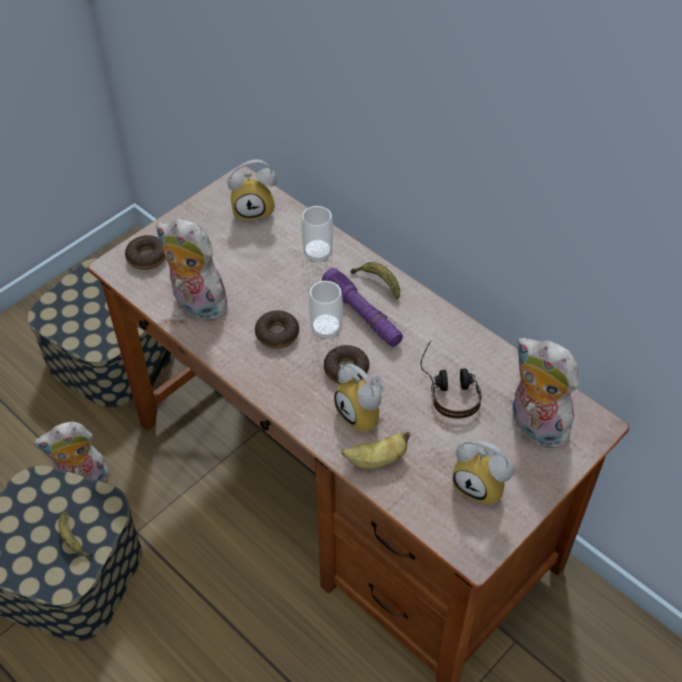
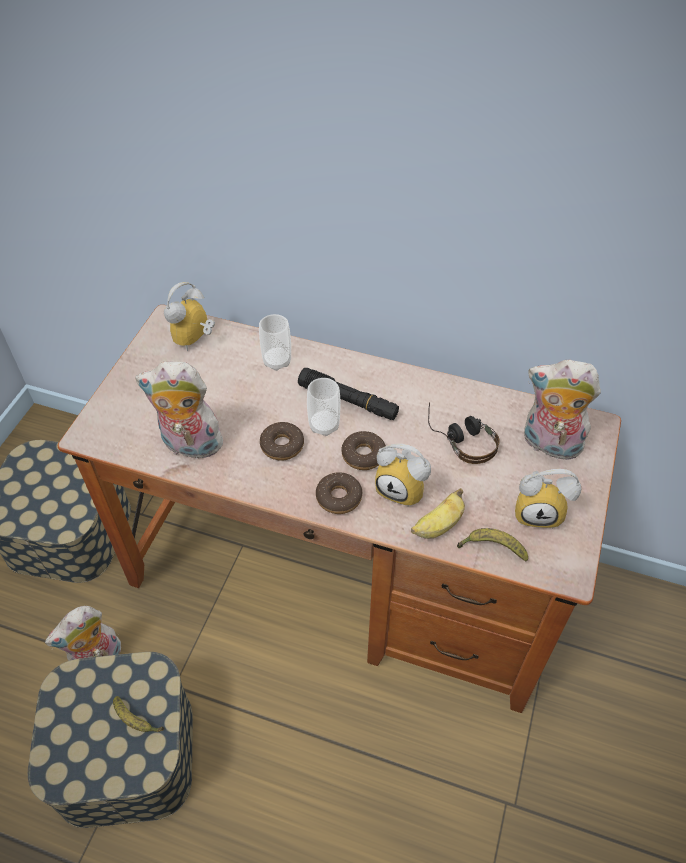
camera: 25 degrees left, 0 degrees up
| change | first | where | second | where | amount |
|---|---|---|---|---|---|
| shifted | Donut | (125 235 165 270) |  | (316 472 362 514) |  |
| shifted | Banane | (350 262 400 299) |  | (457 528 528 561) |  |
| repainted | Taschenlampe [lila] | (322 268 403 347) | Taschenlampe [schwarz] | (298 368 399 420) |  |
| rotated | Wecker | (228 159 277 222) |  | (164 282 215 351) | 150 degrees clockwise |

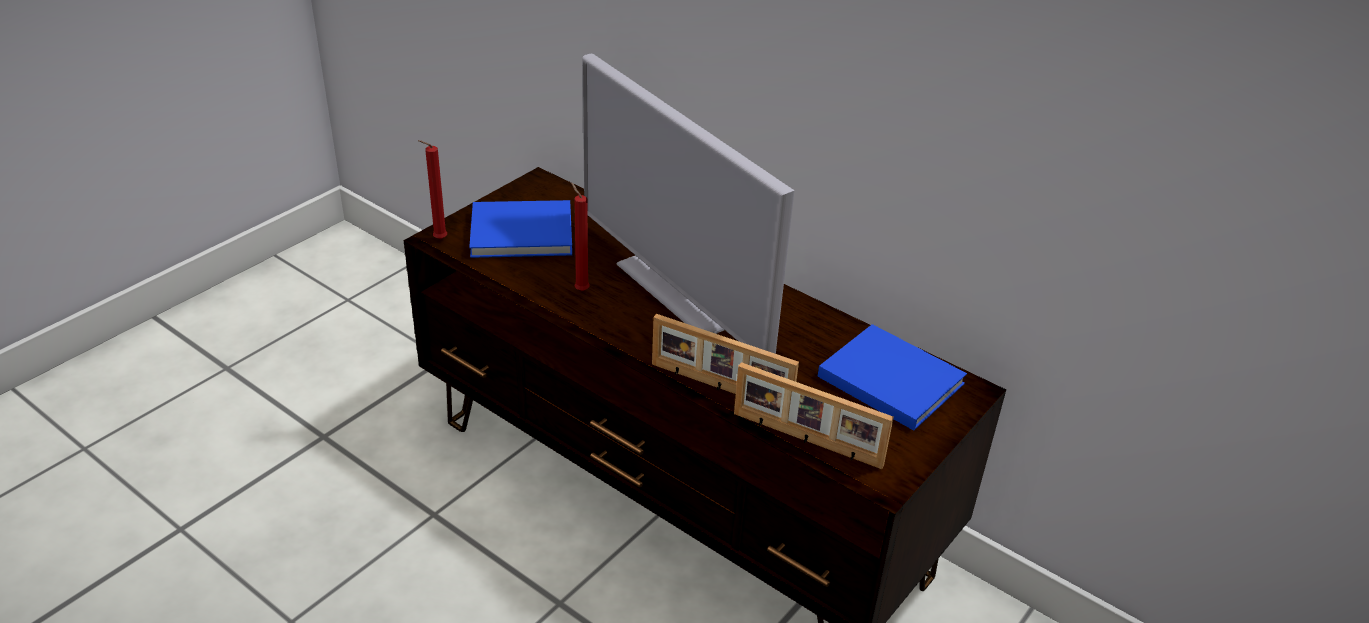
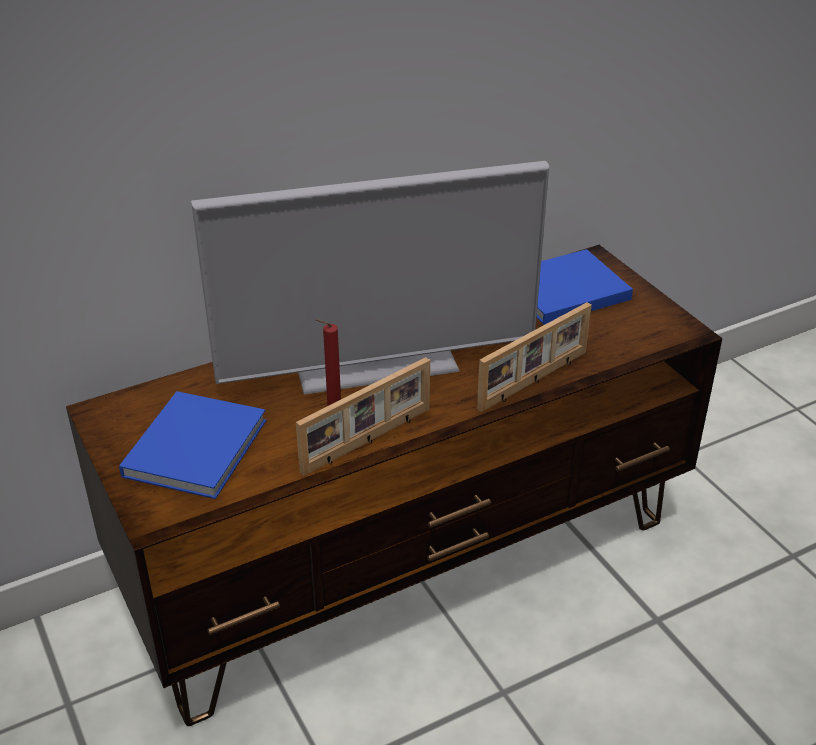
camera: 65 degrees left, 0 degrees up
| change | first | where | second | where | amount |
|---|---|---|---|---|---|
| gone | Kerze [rot] | (418 140 447 239) |  |  |  |
| shifted | Bilderrahmen | (734 362 894 469) |  | (296 357 430 476) |  |

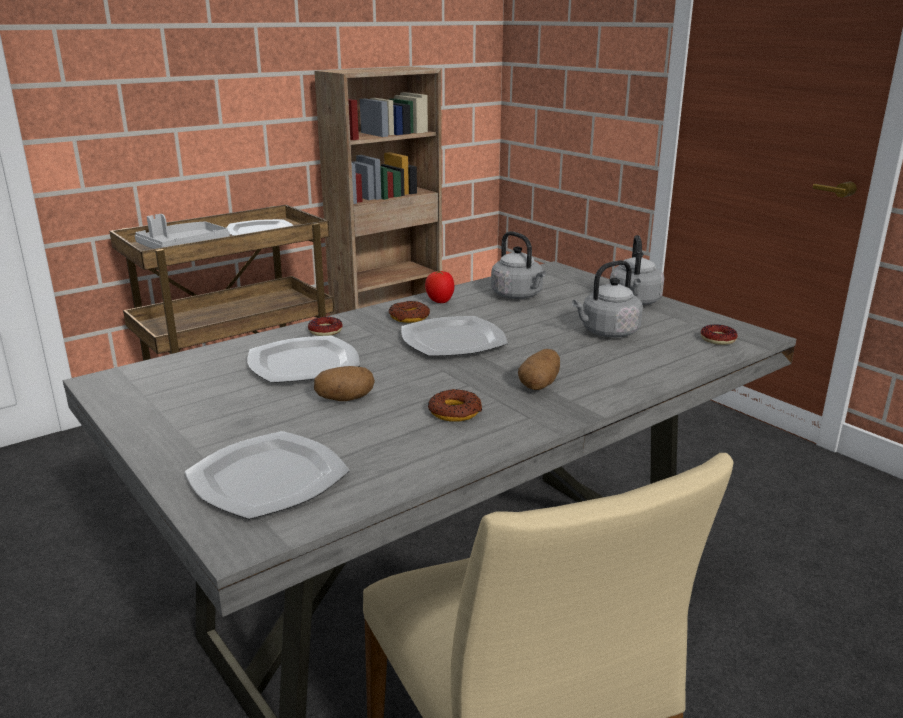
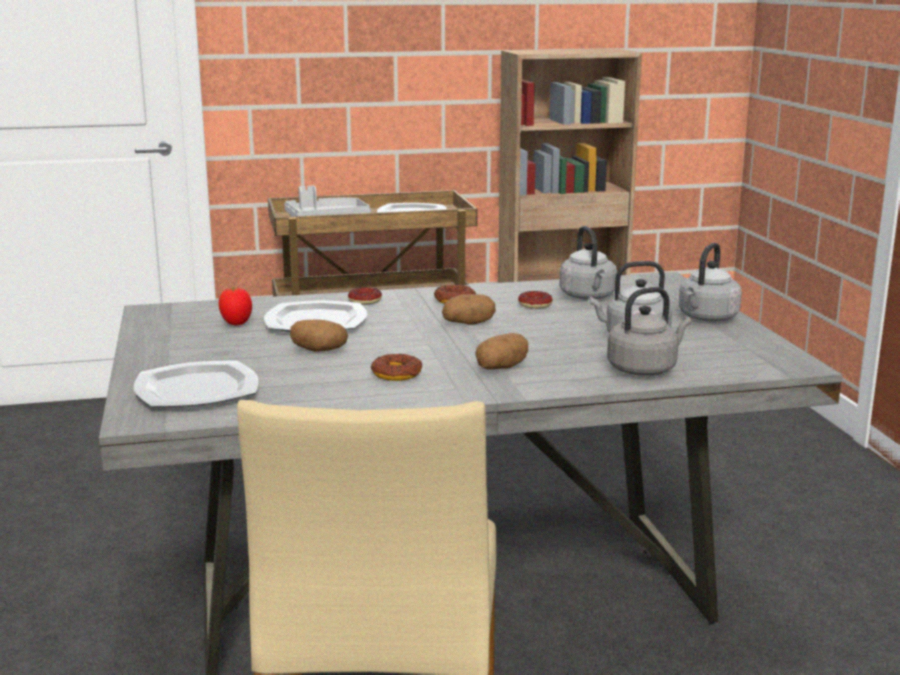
camera: 25 degrees right, 5 degrees down
| change | first | where | second | where | amount |
|---|---|---|---|---|---|
| new |  |  | Wasserkessel [grau] | (607 287 692 376) |  |
| shifted | Tomate | (425 270 454 303) |  | (219 287 252 325) |  |
| shifted | Donut | (701 324 737 345) |  | (518 291 552 309) |  |
| swapped | Teller | (401 316 508 356) | Kartoffel | (442 294 496 325) |  |

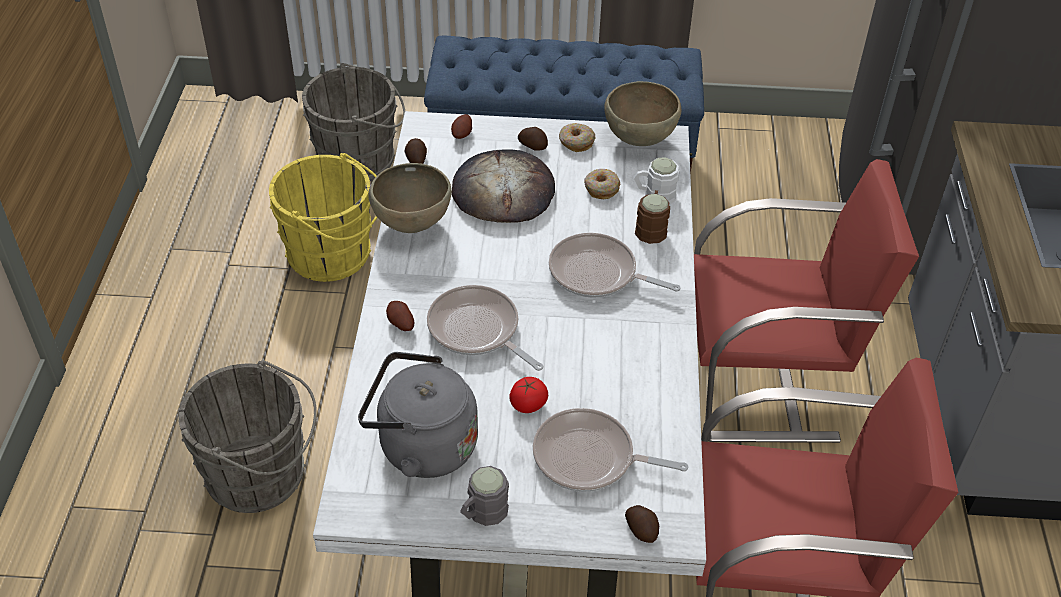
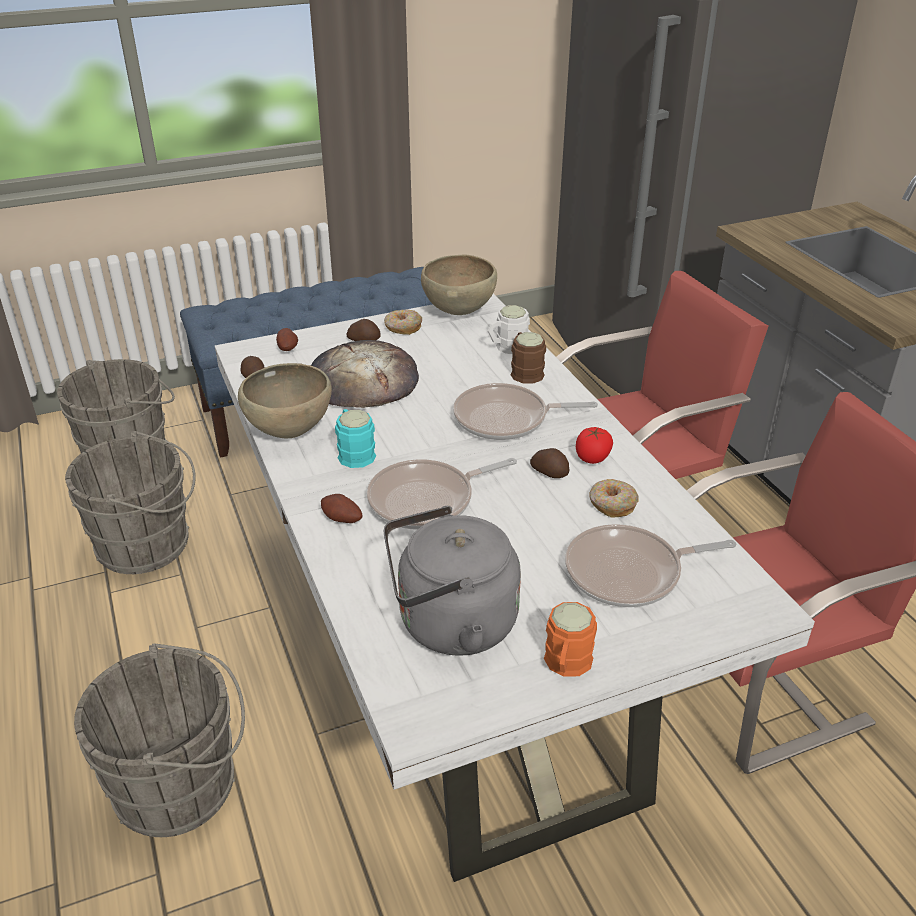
camera: 25 degrees left, 10 degrees down
| change | first | where | second | where | amount |
|---|---|---|---|---|---|
| new |  |  | Henkelbecher [türkis] | (335 409 376 468) |  |
| shifted | Tomate | (509 377 548 413) |  | (576 427 613 464) |  |
| shifted | Donut | (584 169 620 199) |  | (590 479 639 518) |  |
| shifted | Kartoffel | (625 505 659 543) |  | (530 448 570 478) |  |
| repainted | Eimer [gelb] | (269 153 377 282) | Eimer [grau] | (65 431 196 574) |  |
| repainted | Henkelbecher [grau] | (460 466 509 526) | Henkelbecher [orange] | (544 602 597 677) |  |
| rotated | Pfanne | (427 285 543 371) |  | (367 458 517 530) | 45 degrees counterclockwise |

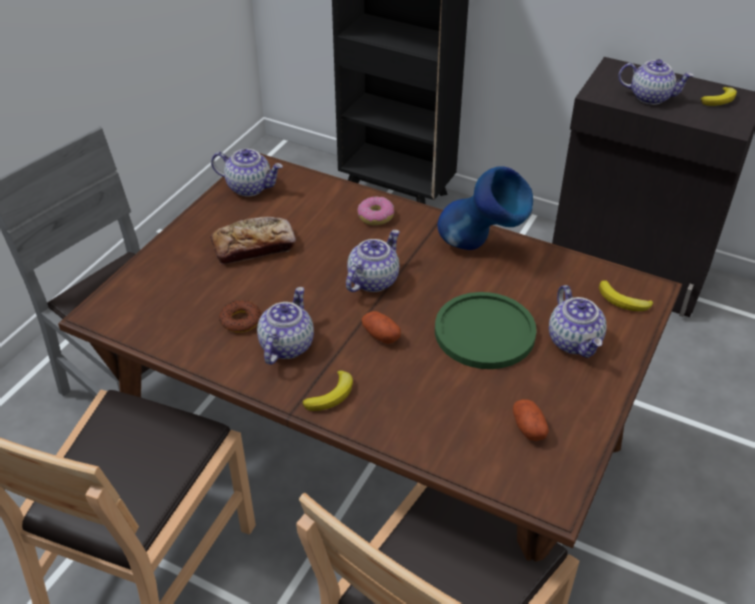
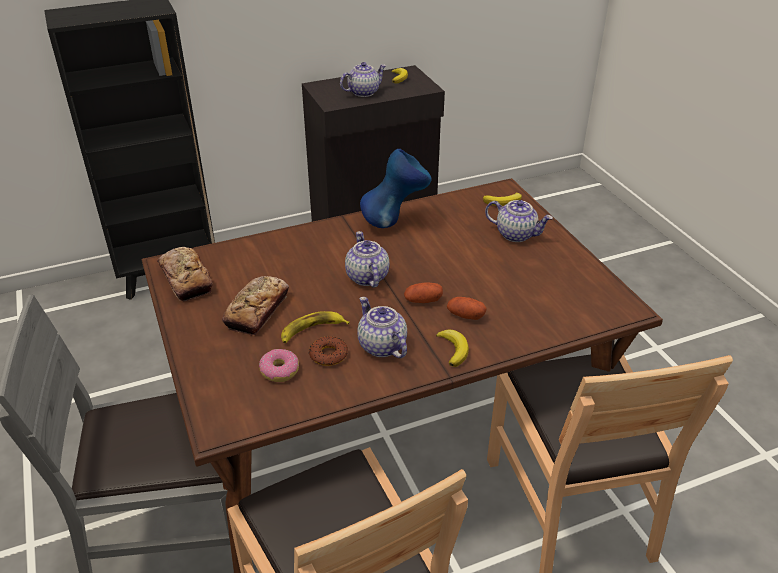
camera: 50 degrees left, 5 degrees down
| change | first | where | second | where | amount |
|---|---|---|---|---|---|
| gone | Teller [grün] | (435 292 537 369) |  |  |  |
| new |  |  | Banane | (281 311 350 343) |  |
| shifted | Donut | (357 196 394 225) |  | (259 349 299 382) |  |
| shifted | Kartoffel | (513 399 549 441) |  | (447 297 487 320) |  |
| swapped | Teekanne | (211 149 283 197) | Brot | (157 247 213 301) |  |

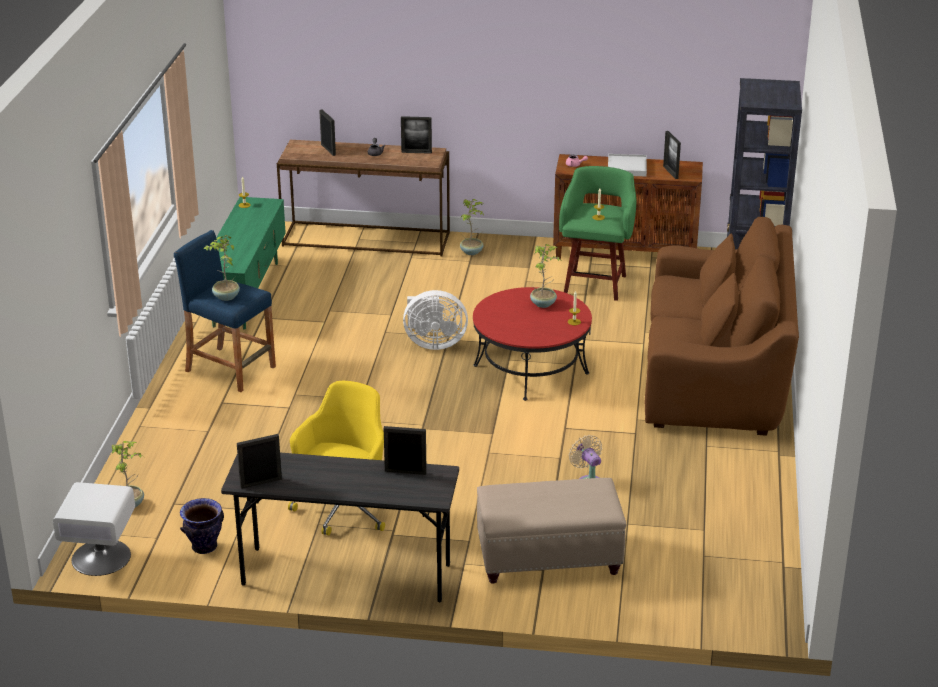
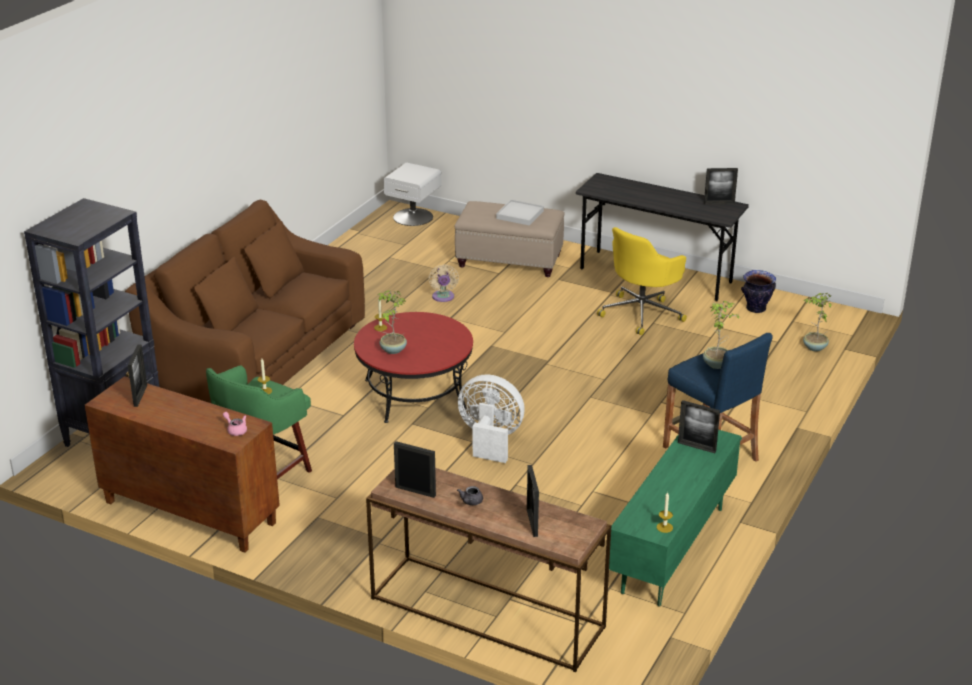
camera: 160 degrees left, 0 degrees up
| change | first | where | second | where | amount |
|---|---|---|---|---|---|
| gone | Topfpflanze | (460 199 484 255) |  |  |  |
| shifted | Nachttisch [weiß] | (53 482 135 576) |  | (383 163 442 226) |  |
| shifted | Bilderrahmen | (384 426 427 475) |  | (678 400 720 453) |  |
| shifted | Tablett [weiß] | (608 154 647 176) |  | (496 200 544 226) |  |

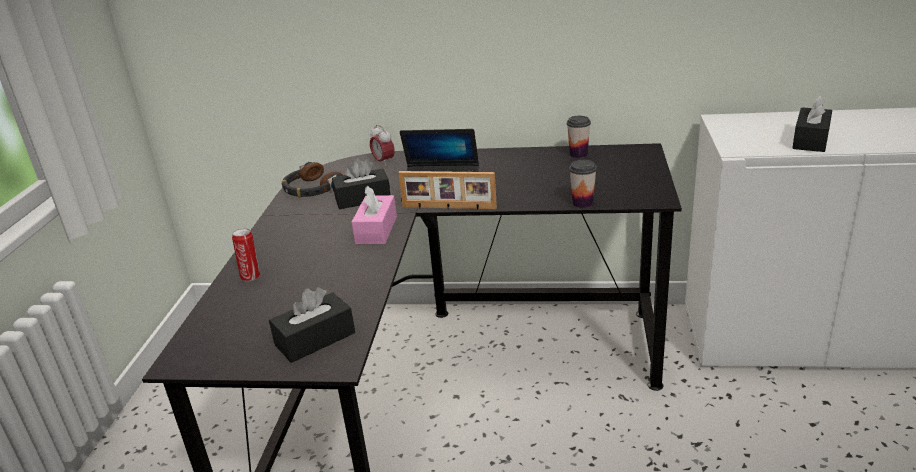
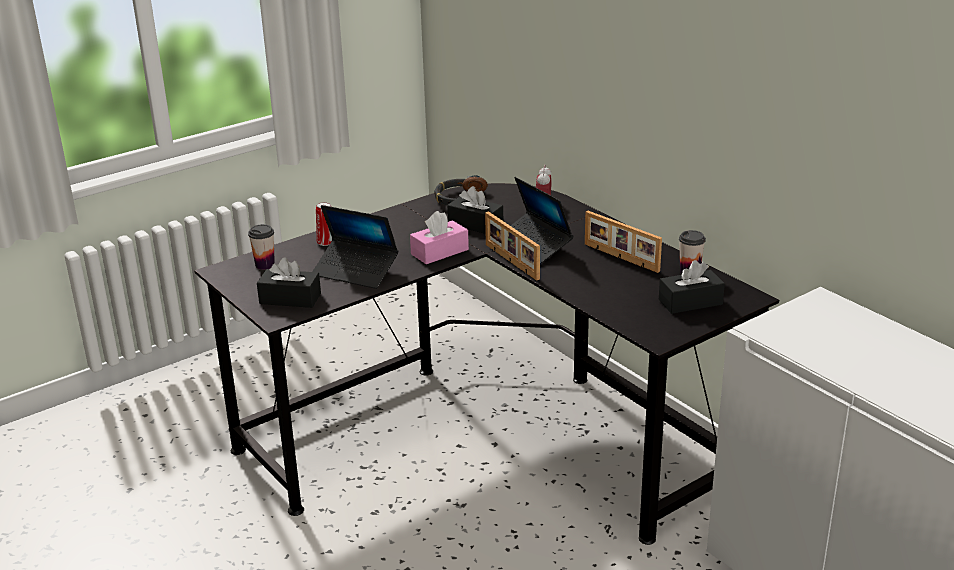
camera: 45 degrees right, 0 degrees up
| change | first | where | second | where | amount |
|---|---|---|---|---|---|
| new |  |  | Laptop | (312 205 398 289) |  |
| new |  |  | Bilderrahmen | (585 211 662 273) |  |
| shifted | Tasse | (569 160 597 208) |  | (248 224 275 270) |  |
| shifted | Taschentuchbox [schwarz] | (792 95 832 152) |  | (659 260 725 314) |  |

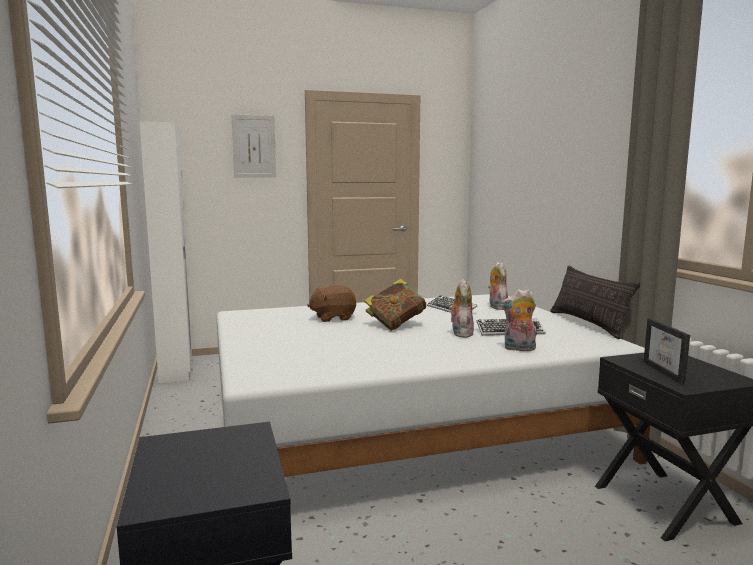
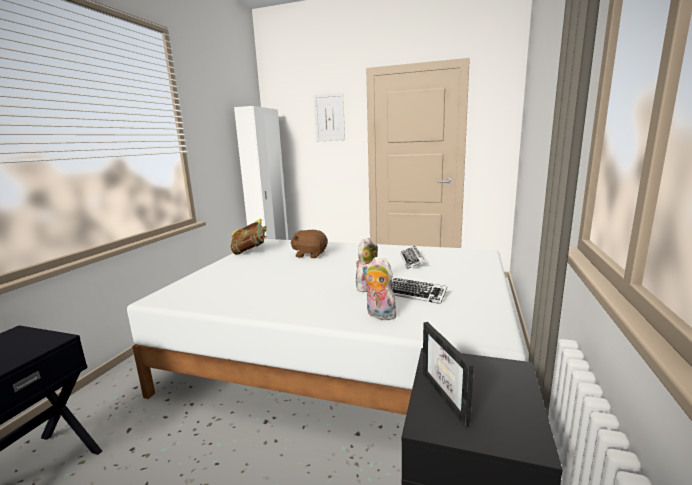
camera: 35 degrees right, 5 degrees up
| change | first | where | second | where | amount |
|---|---|---|---|---|---|
| gone | Plüschtier | (488 262 508 310) |  |  |  |
| gone | Kissen | (550 265 640 339) |  |  |  |
| shifted | Buch | (364 279 426 331) |  | (230 219 267 255) |  |
| rotated | Bilderrahmen | (643 318 690 384) |  | (423 322 474 427) | 45 degrees counterclockwise |

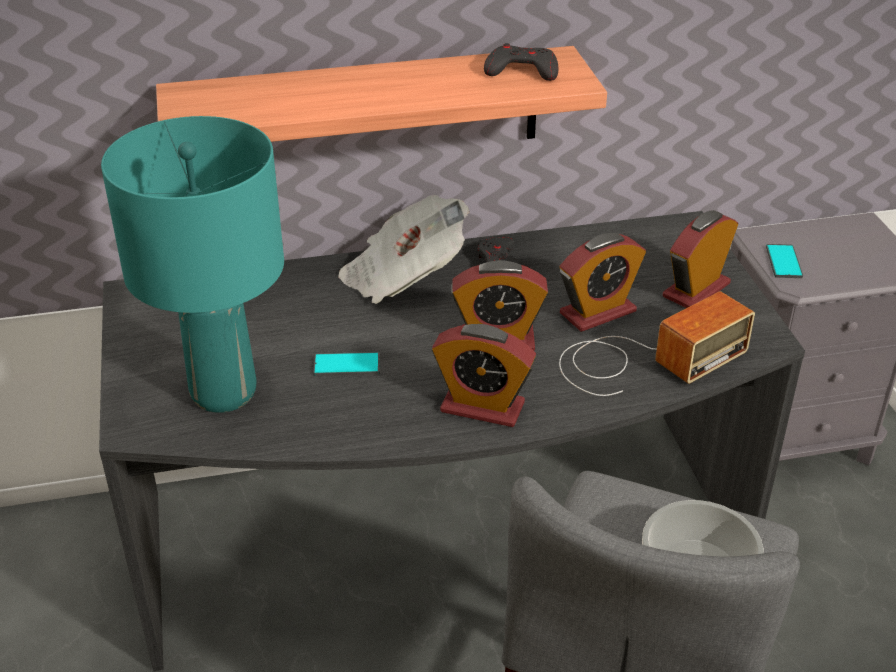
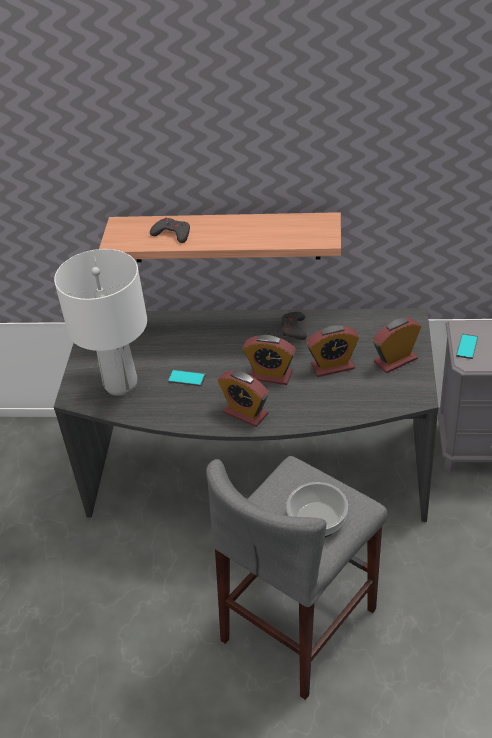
camera: 20 degrees right, 5 degrees up
| change | first | where | second | where | amount |
|---|---|---|---|---|---|
| gone | Zeitung | (338 195 470 304) |  |  |  |
| gone | Radio | (559 291 755 396) |  |  |  |
| shifted | Gamepad [grau] | (484 43 559 81) |  | (150 218 190 243) |  |
| repainted | Tischlampe [türkis] | (101 116 284 413) | Tischlampe [weiß] | (54 249 147 396) |  |

